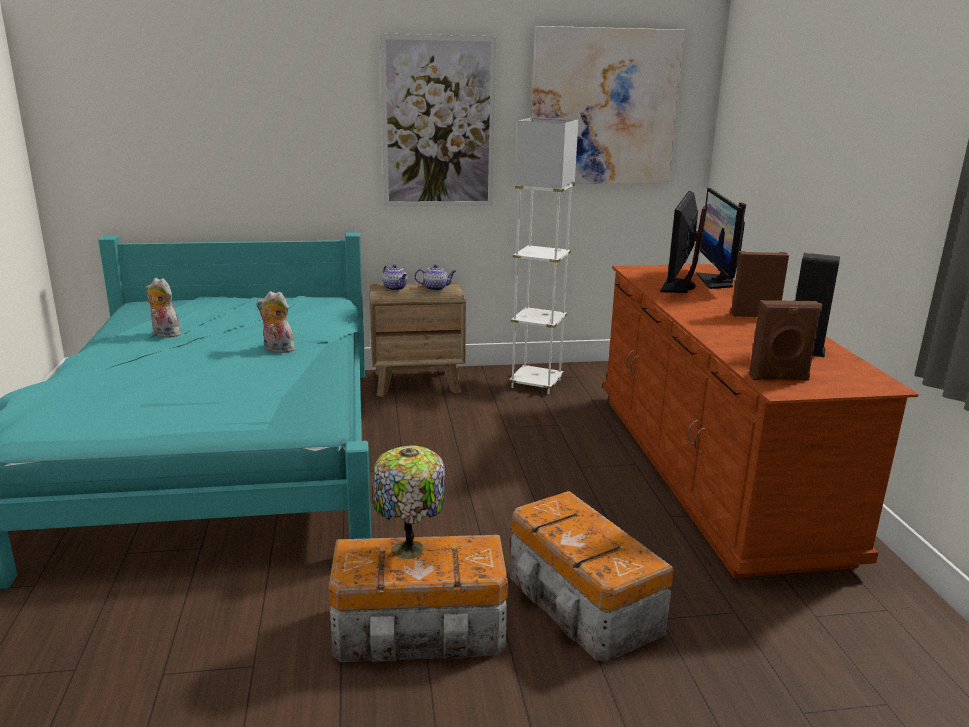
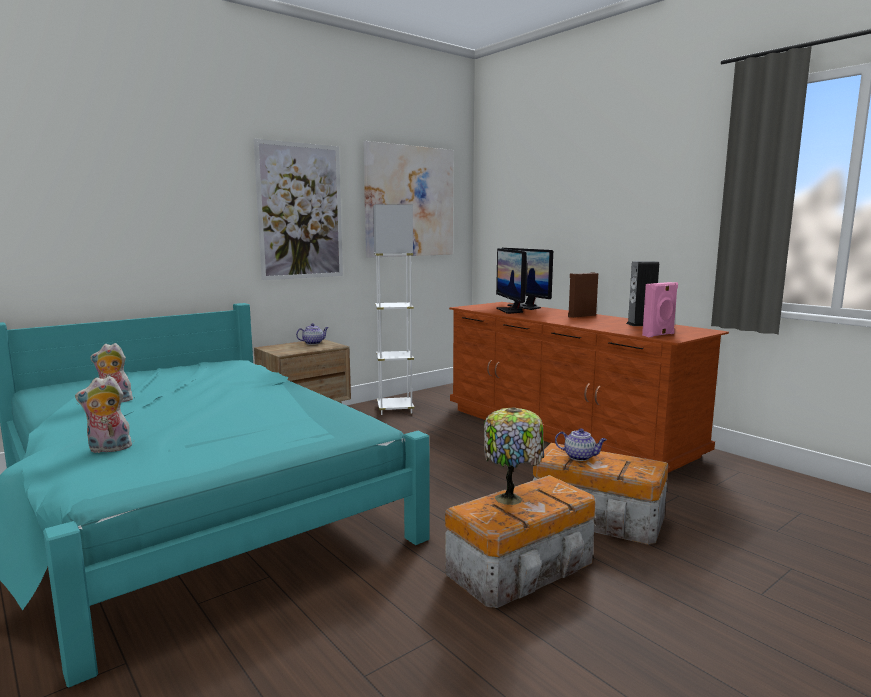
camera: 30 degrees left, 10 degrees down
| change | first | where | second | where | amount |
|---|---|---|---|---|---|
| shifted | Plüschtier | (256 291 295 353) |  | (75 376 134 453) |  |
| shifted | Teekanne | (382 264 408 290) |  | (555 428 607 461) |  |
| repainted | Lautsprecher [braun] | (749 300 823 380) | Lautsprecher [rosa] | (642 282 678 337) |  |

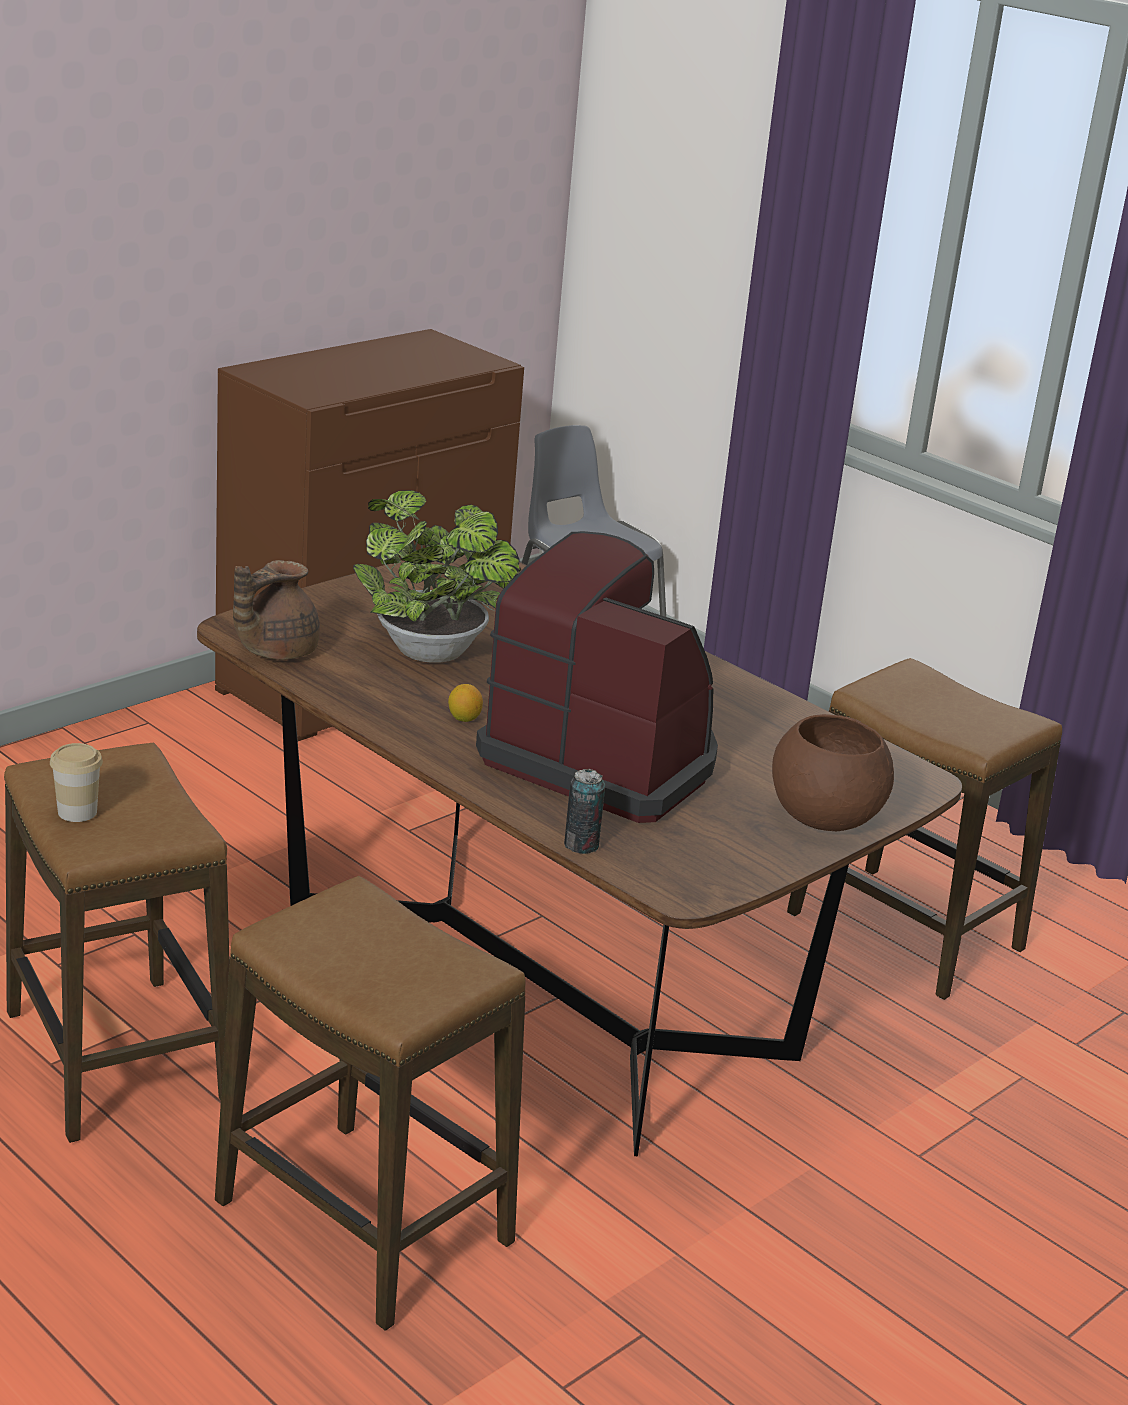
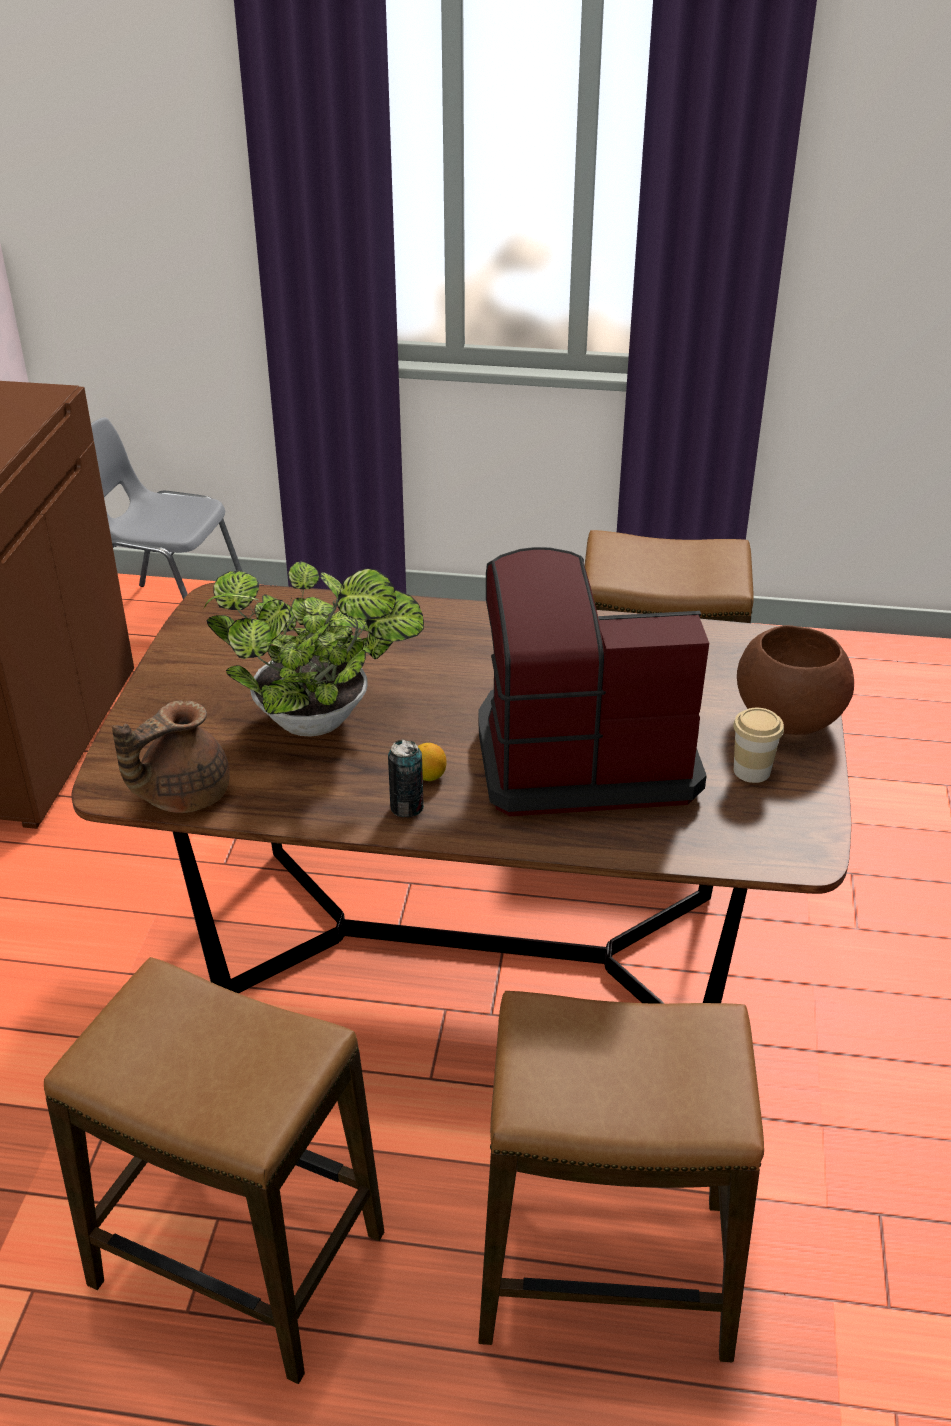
camera: 35 degrees left, 10 degrees up
| change | first | where | second | where | amount |
|---|---|---|---|---|---|
| shifted | Tasse | (50 743 103 822) |  | (733 708 784 783) |  |
| shifted | Dose | (564 769 605 854) |  | (388 739 424 817) |  |
| rotated | Teekanne [braun] | (233 560 320 660) |  | (112 700 230 813) | 45 degrees clockwise |

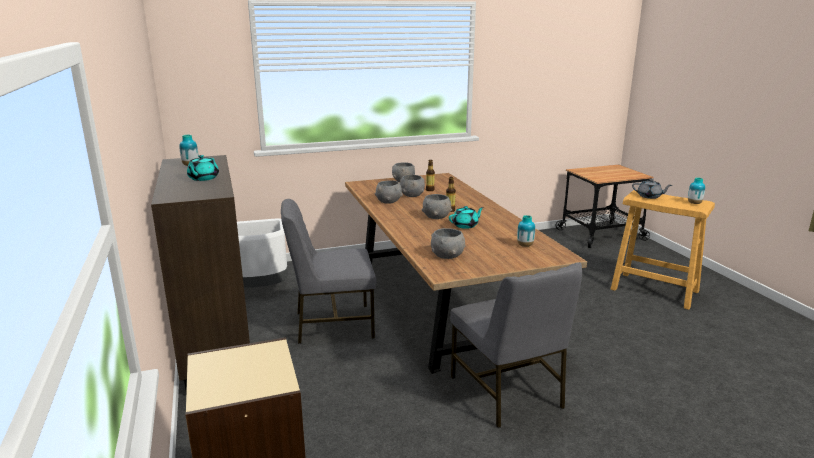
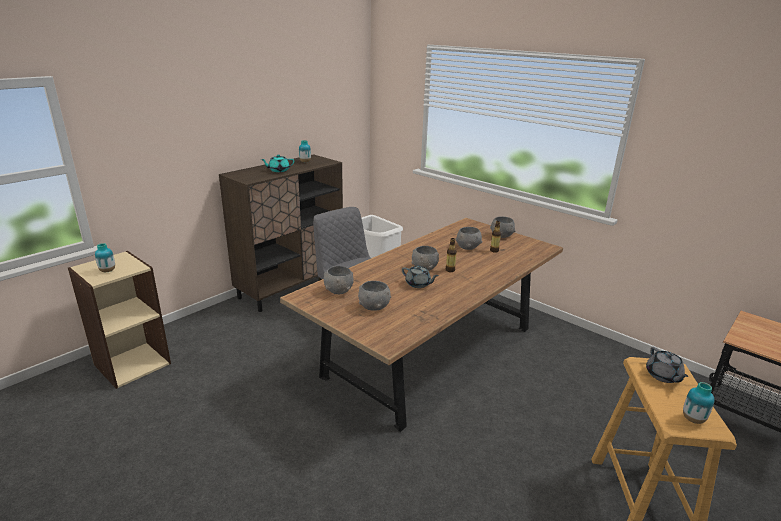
camera: 60 degrees right, 5 degrees up
| change | first | where | second | where | amount |
|---|---|---|---|---|---|
| gone | Stuhl [grau] | (450 262 582 428) |  |  |  |
| shifted | Schüssel [grau] | (375 180 403 204) |  | (358 281 391 311) |  |
| shifted | Vase | (517 215 535 247) |  | (95 243 115 272) |  |
| repainted | Teekanne [türkis] | (449 206 484 229) | Teekanne [grau] | (402 266 439 288) |  |

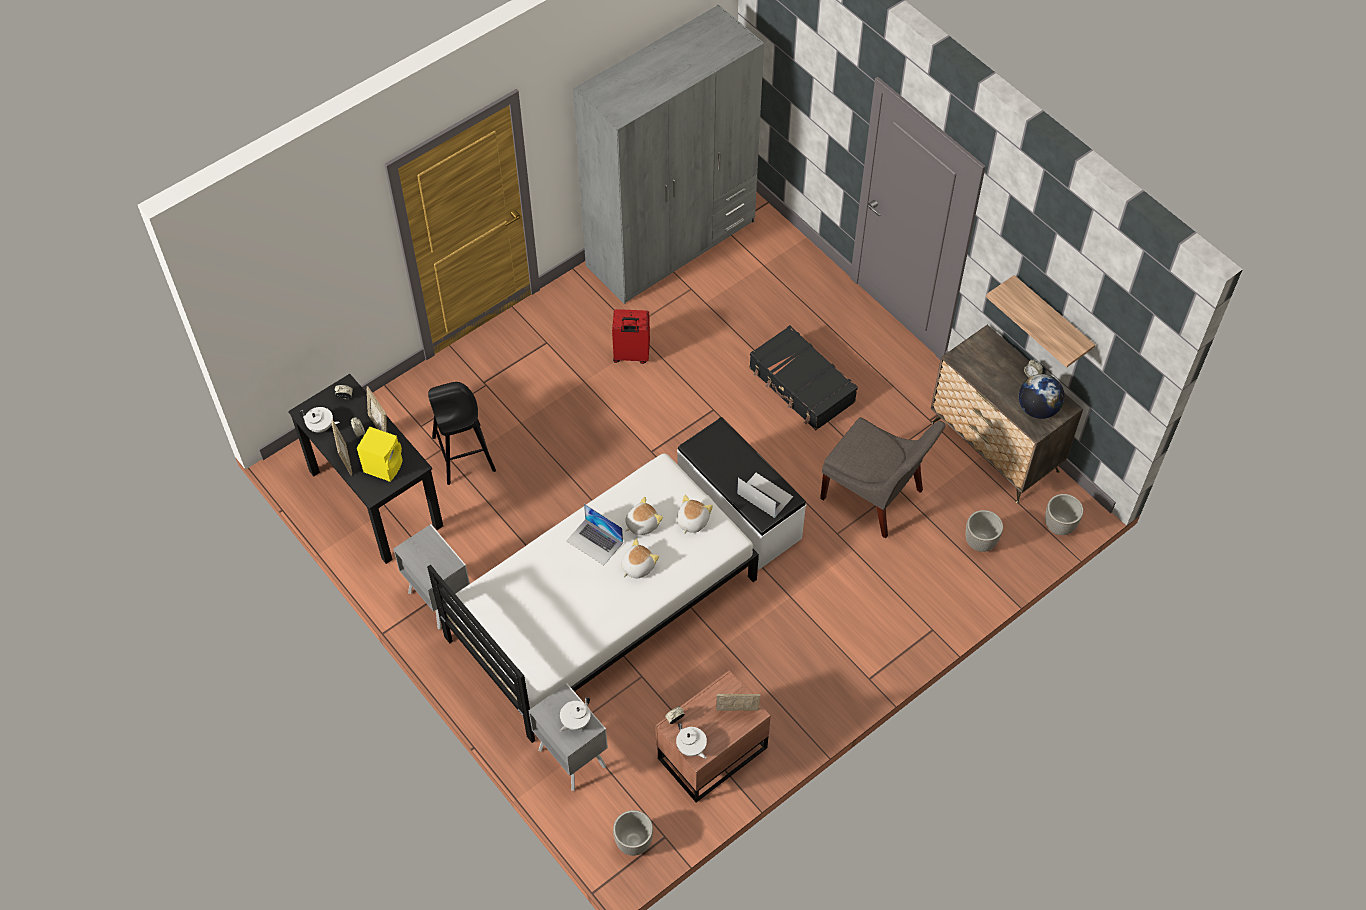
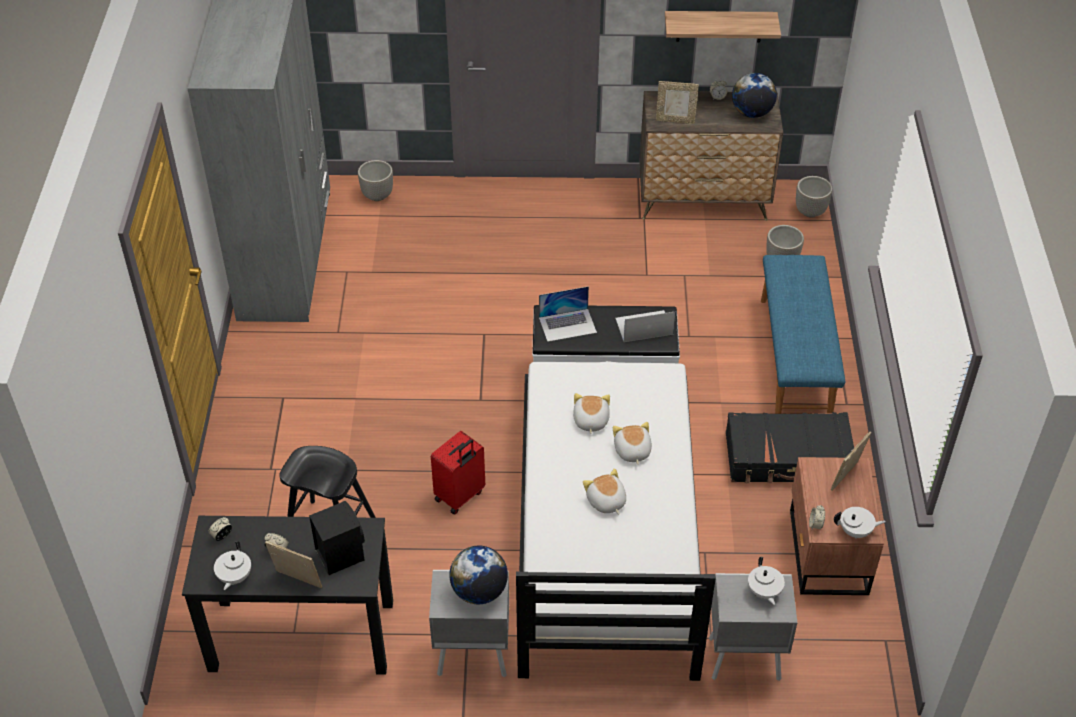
camera: 50 degrees left, 10 degrees down
| change | first | where | second | where | amount |
|---|---|---|---|---|---|
| gone | Stuhl [grau] | (820 417 945 538) |  |  |  |
| new |  |  | Globus | (449 546 508 604) |  |
| new |  |  | Bank [blau] | (761 255 845 414) |  |
| shifted | Bilderrahmen | (366 386 387 432) |  | (656 81 699 124) |  |
| shifted | Laptop | (566 504 623 566) |  | (539 286 597 342) |  |
| shifted | Koffer [rot] | (612 309 650 364) |  | (431 431 485 515) |  |
| shifted | Pflanzkübel | (613 810 653 856) |  | (358 160 393 201) |  |
| shifted | Plüschtier | (677 495 713 534) |  | (583 468 626 514) |  |
| shifted | Koffer [schwarz] | (749 325 858 430) |  | (725 412 854 483) |  |
| repainted | Lautsprecher [gelb] | (357 426 403 482) | Lautsprecher [schwarz] | (309 501 365 575) |  |
| rotated | Teekanne [weiß] | (299 407 340 433) |  | (214 541 251 590) | 135 degrees clockwise |

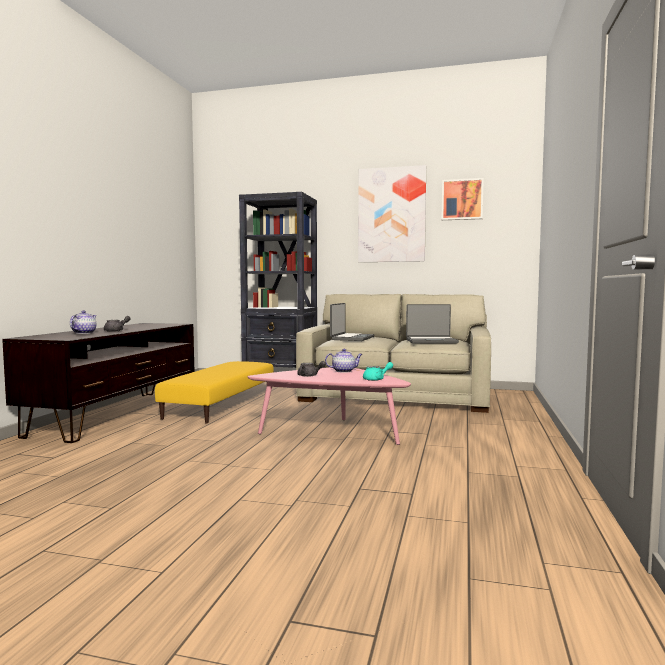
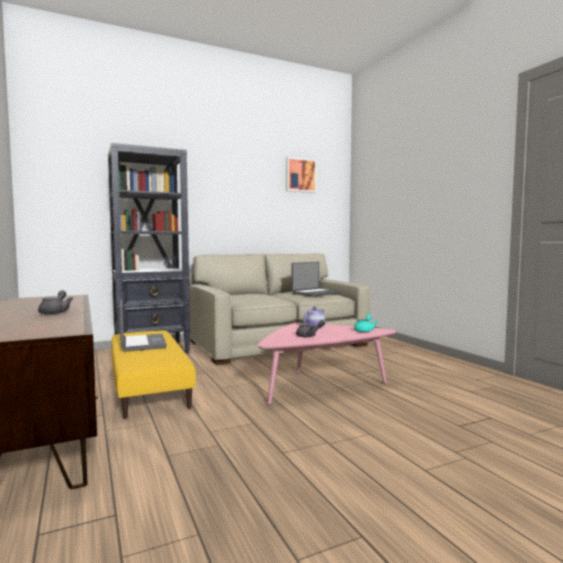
camera: 40 degrees left, 0 degrees up
| change | first | where | second | where | amount |
|---|---|---|---|---|---|
| gone | Teekanne | (70 310 96 334) |  |  |  |
| gone | Bild | (358 165 426 262) |  |  |  |
| shifted | Laptop | (330 303 375 341) |  | (119 300 167 352) |  |

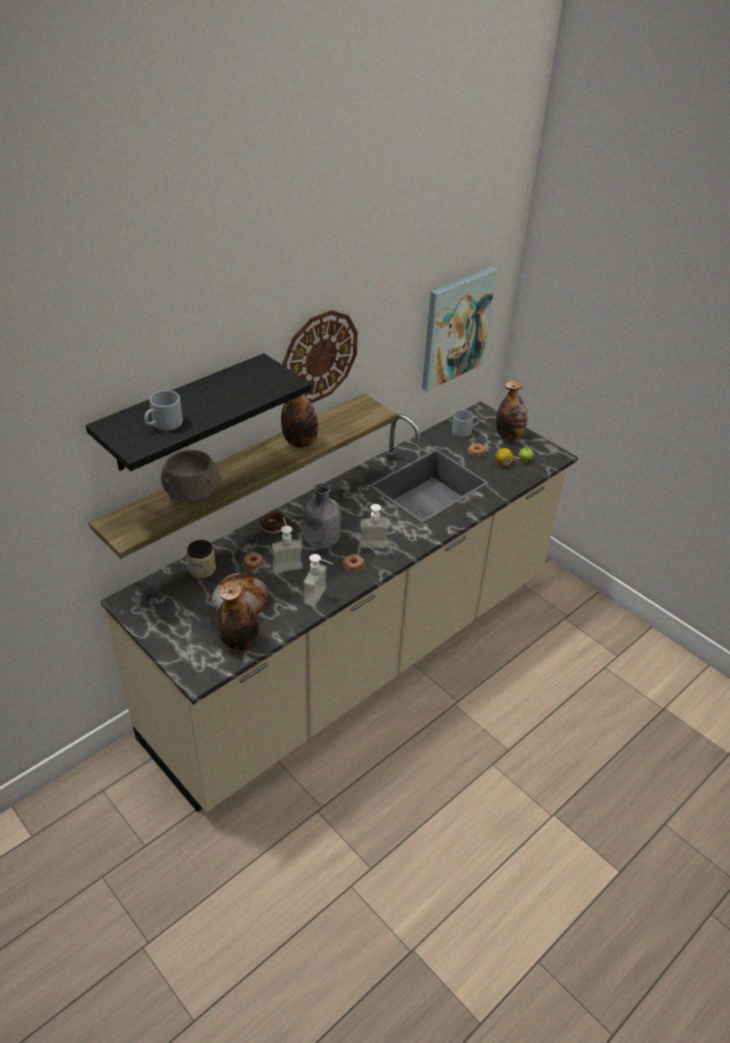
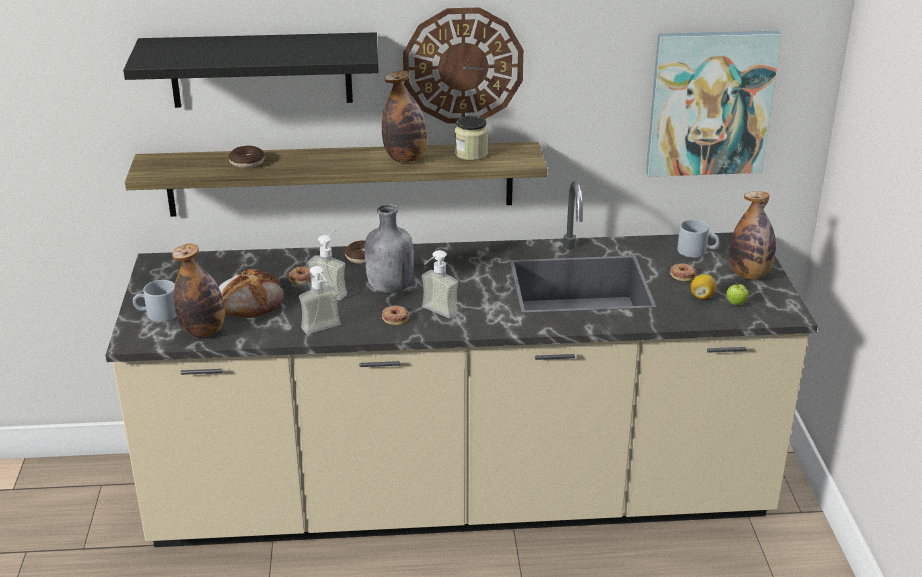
camera: 40 degrees right, 10 degrees down
| change | first | where | second | where | amount |
|---|---|---|---|---|---|
| shifted | Henkelbecher [grau] | (144 390 183 431) |  | (133 280 177 322) |  |
| shifted | Vorratsglas | (186 540 216 578) |  | (455 116 488 160) |  |
| swapped | Schüssel [grau] | (160 450 222 503) | Donut | (228 146 265 168) |  |

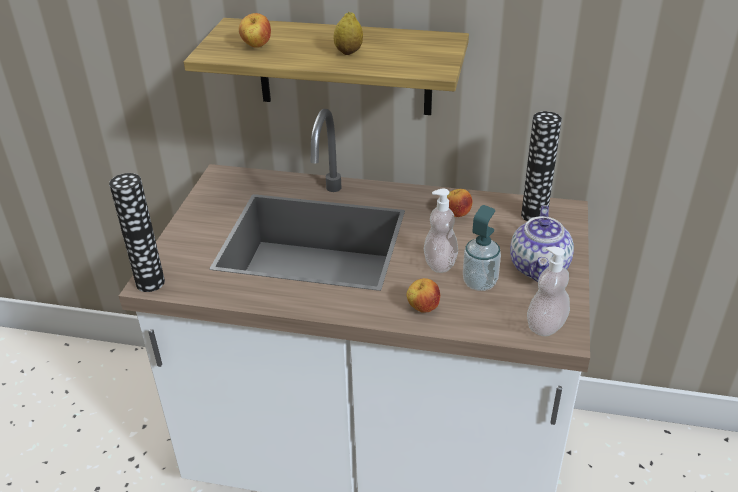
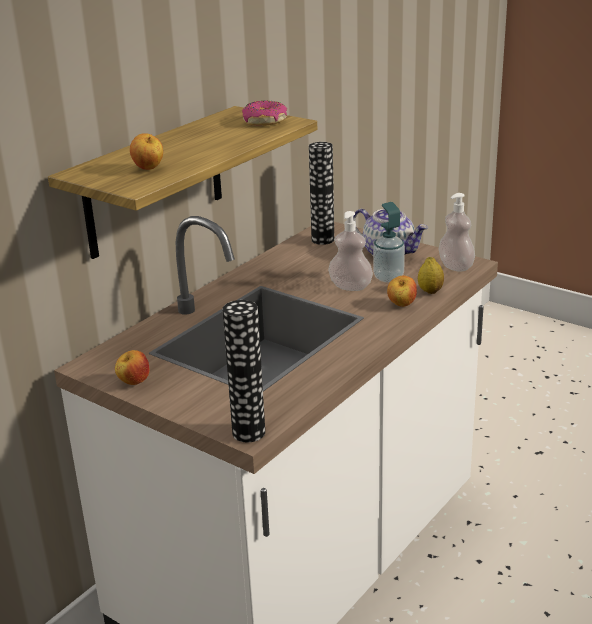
camera: 65 degrees left, 10 degrees down
| change | first | where | second | where | amount |
|---|---|---|---|---|---|
| new |  |  | Donut | (242 101 287 126) |  |
| shifted | Zitrone | (333 12 363 55) |  | (418 257 444 294) |  |
| shifted | Apfel | (447 189 472 217) |  | (115 350 149 385) |  |

